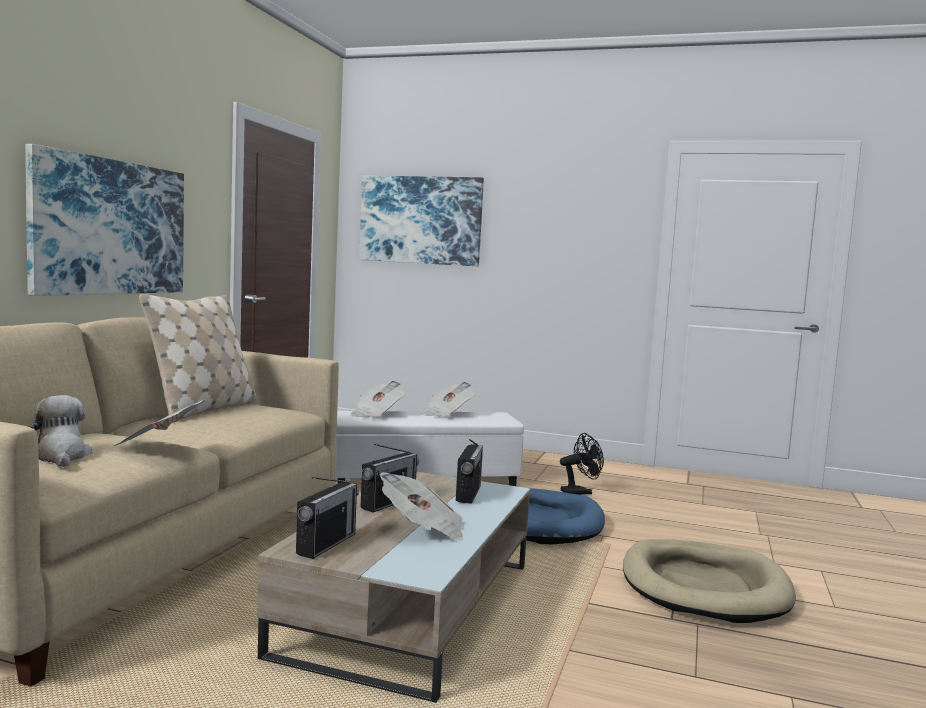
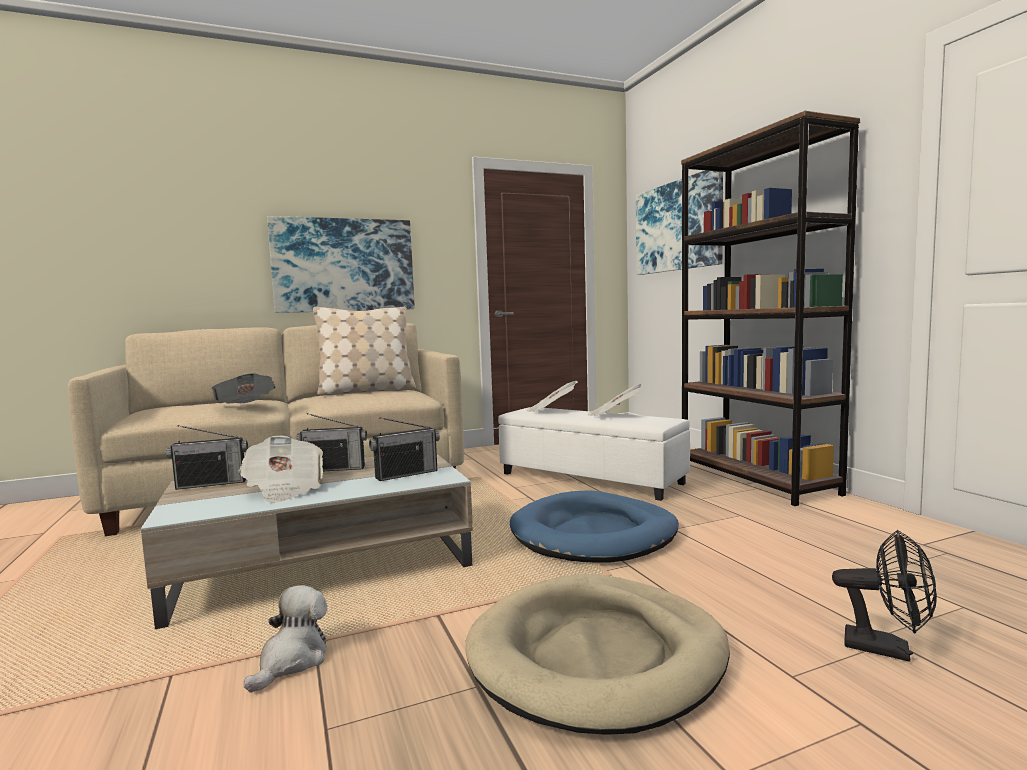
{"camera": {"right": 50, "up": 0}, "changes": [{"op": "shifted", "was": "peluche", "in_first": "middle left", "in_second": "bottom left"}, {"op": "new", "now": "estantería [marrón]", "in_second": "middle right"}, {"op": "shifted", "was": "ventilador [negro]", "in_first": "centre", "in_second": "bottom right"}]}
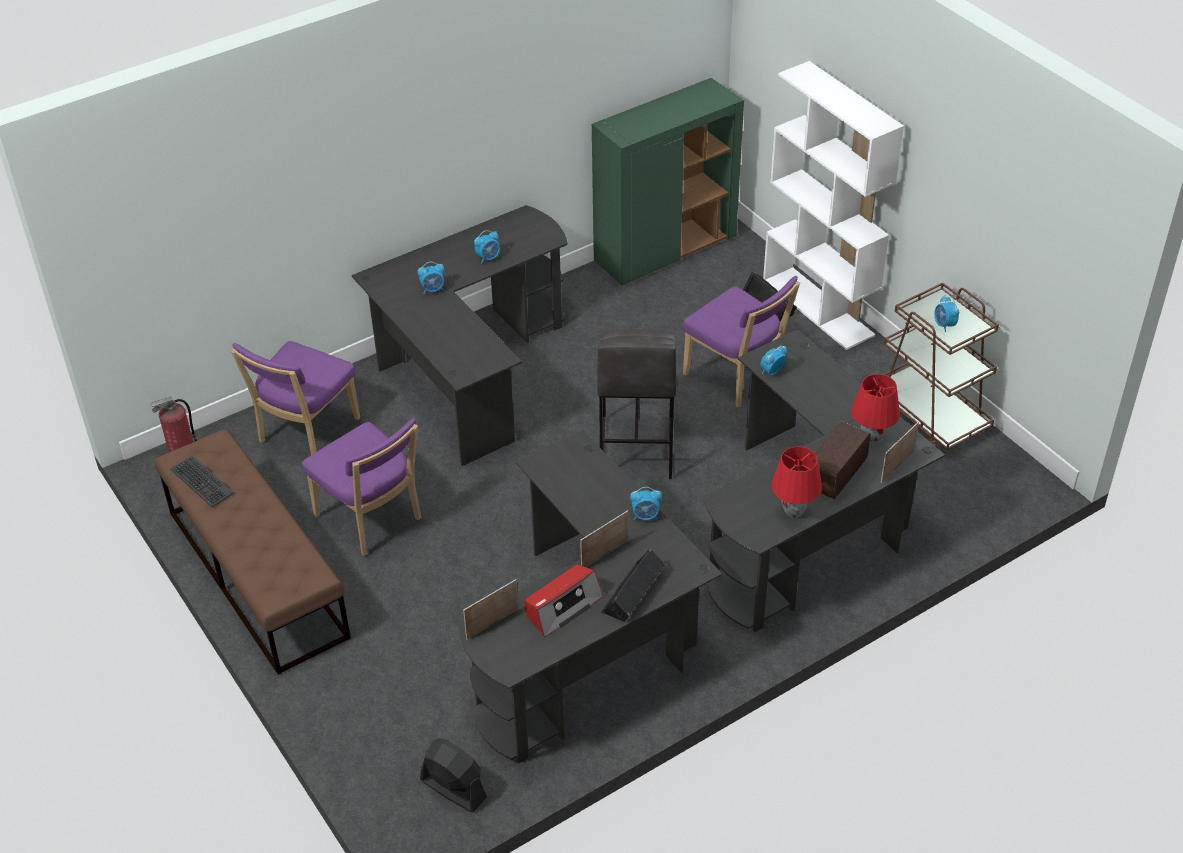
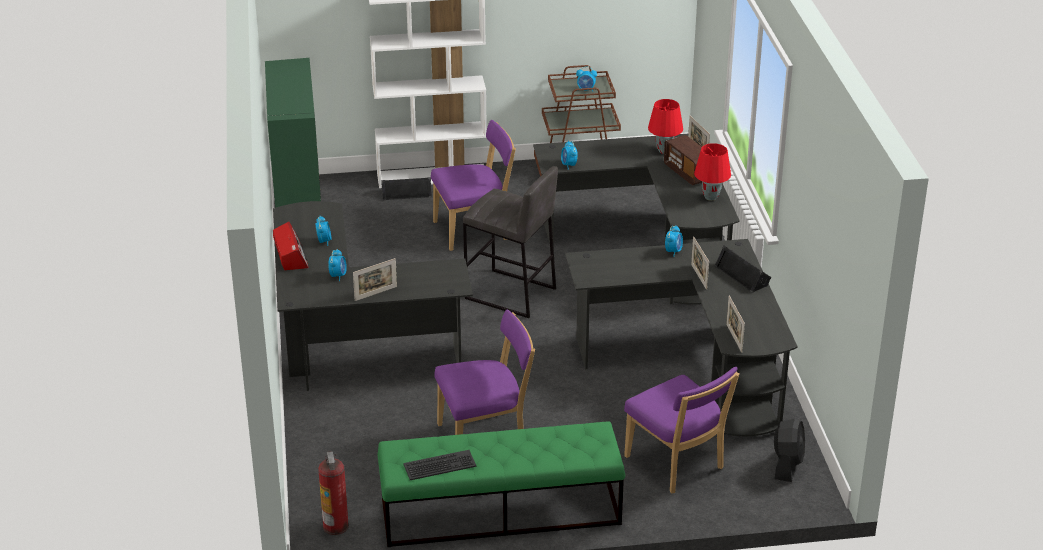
{"camera": {"right": -65, "up": -10}, "changes": [{"op": "shifted", "was": "radio (no. 1 from left)", "in_first": "bottom centre", "in_second": "middle left"}, {"op": "new", "now": "portarretratos (no. 1 from left)", "in_second": "centre"}, {"op": "repainted", "was": "banco [marrón]", "now": "banco [verde]", "in_first": "middle left", "in_second": "bottom centre"}, {"op": "shifted", "was": "silla [morado] (no. 1 from left in the first image)", "now": "silla [morado] (no. 3 from left)", "in_first": "middle left", "in_second": "bottom centre"}, {"op": "rotated", "was": "ventilador [negro]", "in_first": "bottom centre", "in_second": "bottom right", "clockwise": 135}]}
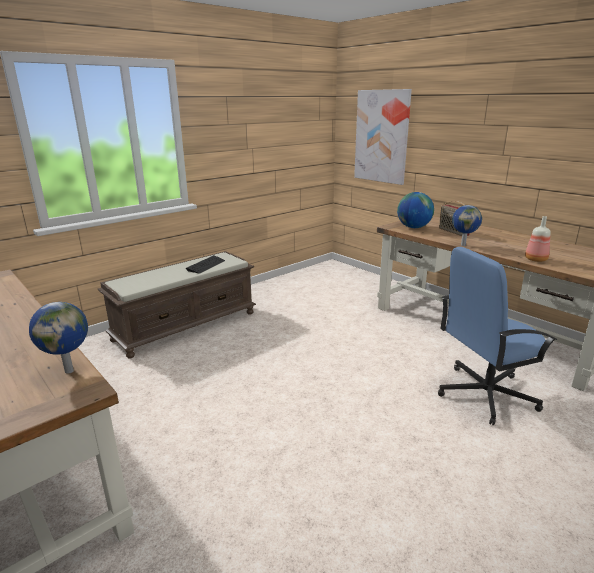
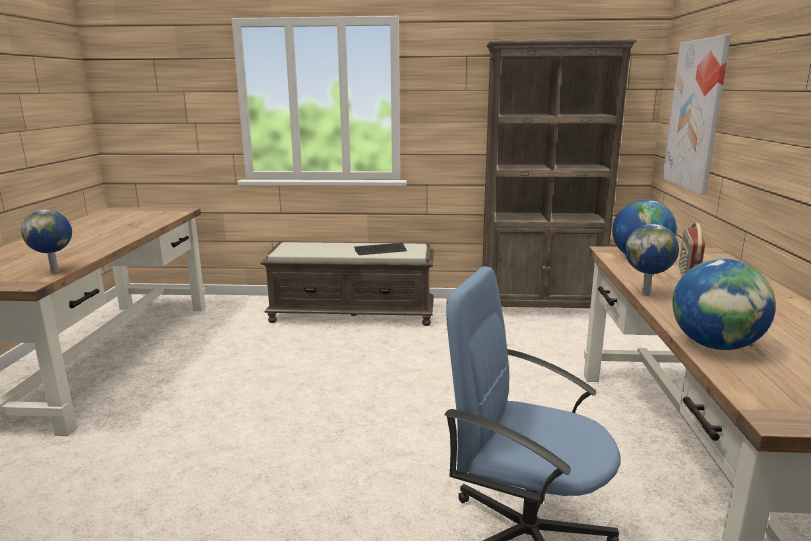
{"camera": {"right": 45, "up": -5}, "changes": [{"op": "new", "now": "estantería [marrón]", "in_second": "top right"}, {"op": "swapped", "was": "botella", "now": "globo terráqueo (no. 4 from left)", "in_first": "middle right", "in_second": "middle right"}]}
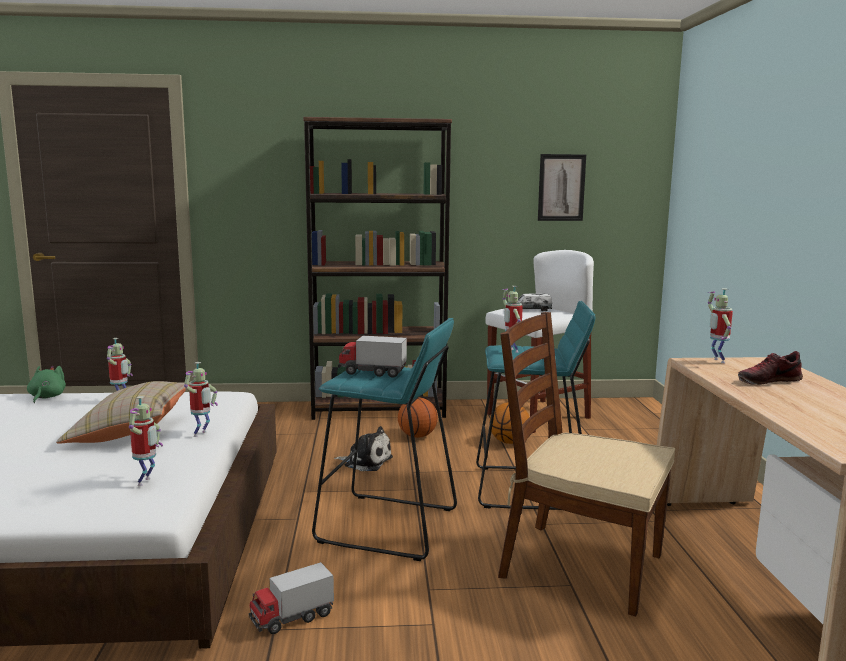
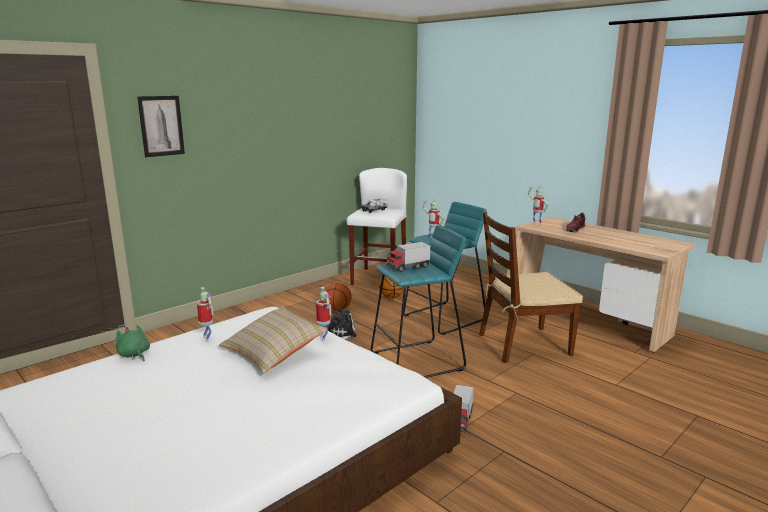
{"camera": {"right": -40, "up": 5}, "changes": [{"op": "shifted", "was": "cuadro", "in_first": "top centre", "in_second": "top left"}, {"op": "gone", "was": "robot de juguete (no. 2 from left)", "in_first": "bottom left"}, {"op": "gone", "was": "estantería [marrón]", "in_first": "centre"}]}
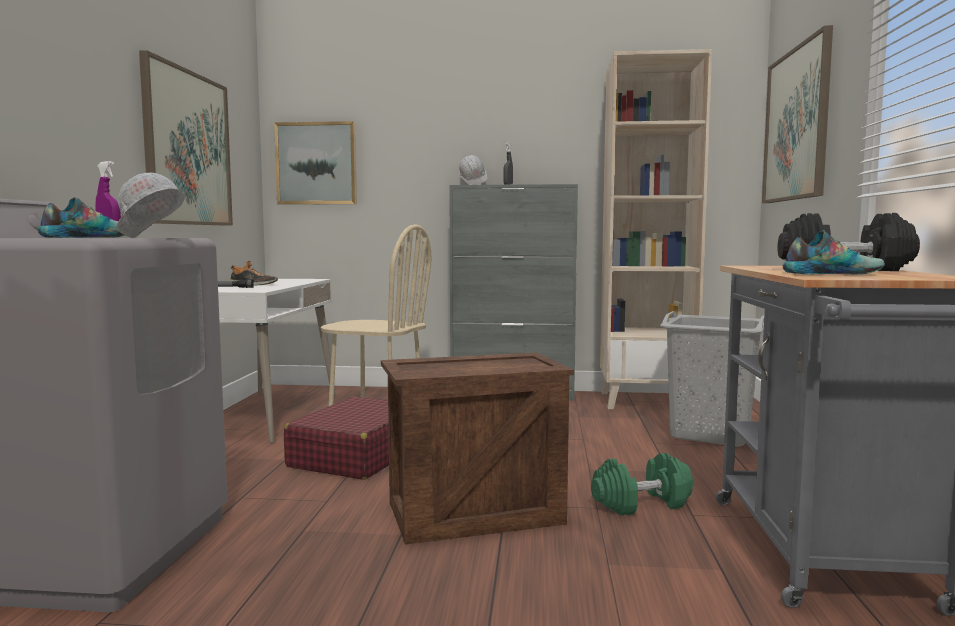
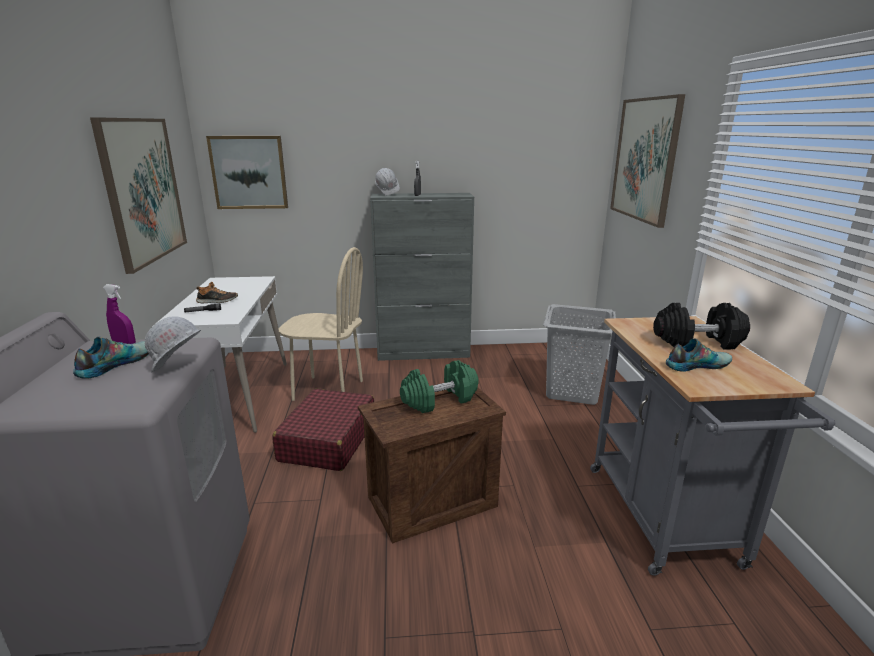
{"camera": {"right": -10, "up": 15}, "changes": [{"op": "shifted", "was": "mancuerna [verde]", "in_first": "bottom right", "in_second": "centre"}, {"op": "gone", "was": "estantería [beis]", "in_first": "middle right"}]}
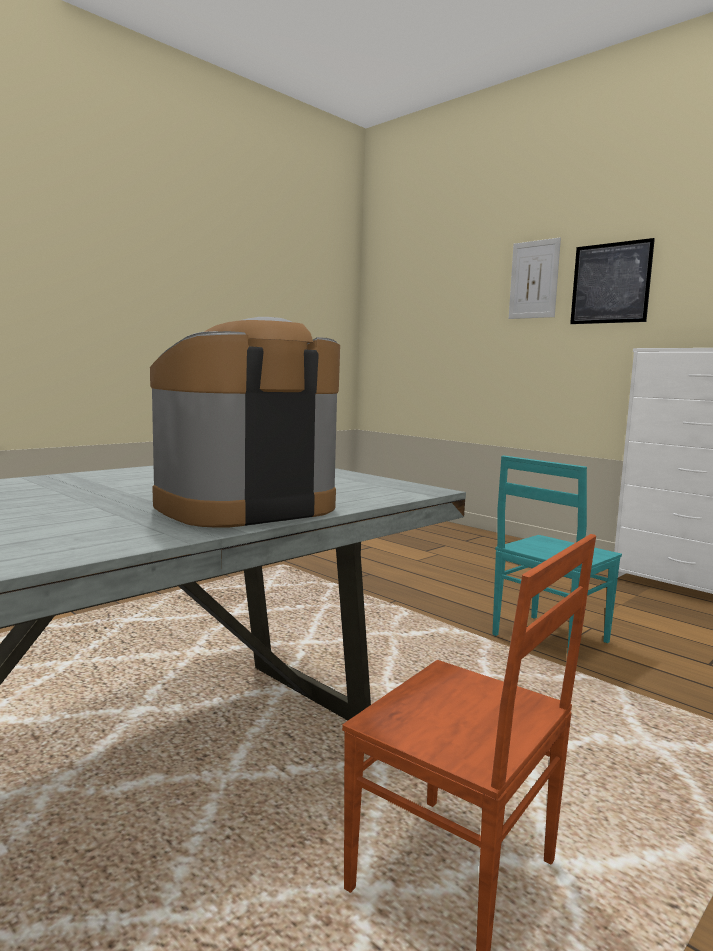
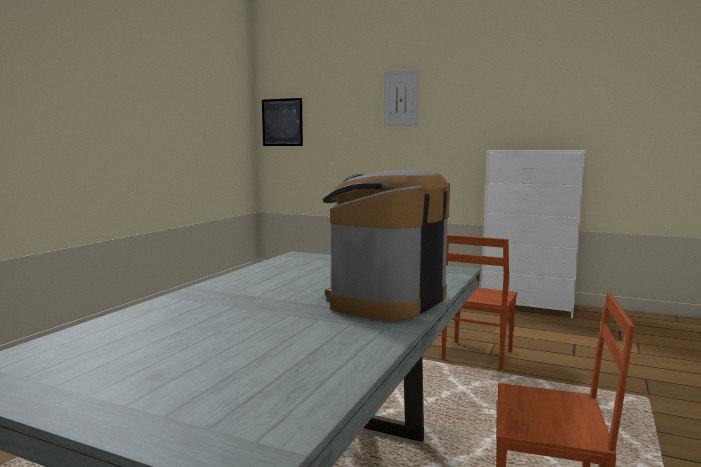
{"camera": {"right": -20, "up": 0}, "changes": [{"op": "shifted", "was": "cuadro (no. 2 from left in the first image)", "now": "cuadro (no. 1 from left)", "in_first": "top right", "in_second": "top centre"}, {"op": "repainted", "was": "silla [turquesa]", "now": "silla [marrón] (no. 1 from left)", "in_first": "middle right", "in_second": "middle right"}]}
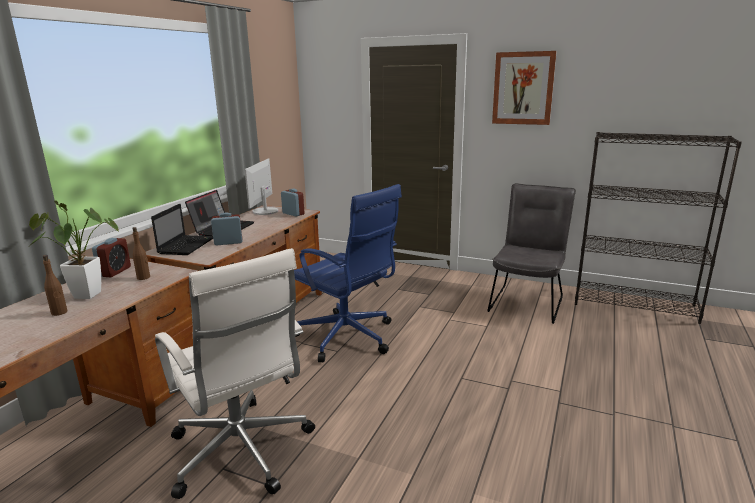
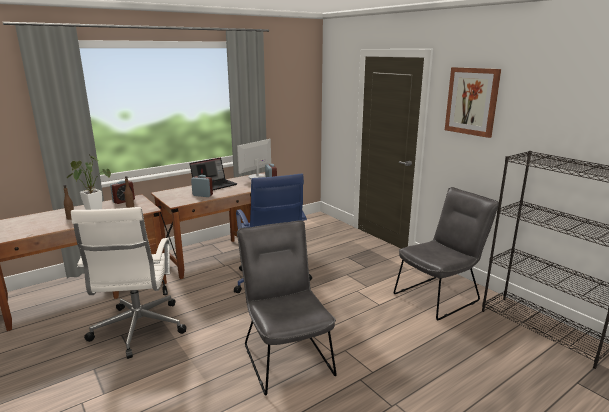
{"camera": {"right": 30, "up": 0}, "changes": [{"op": "new", "now": "silla [gris] (no. 1 from left)", "in_second": "bottom centre"}, {"op": "gone", "was": "portátil (no. 1 from left)", "in_first": "middle left"}]}
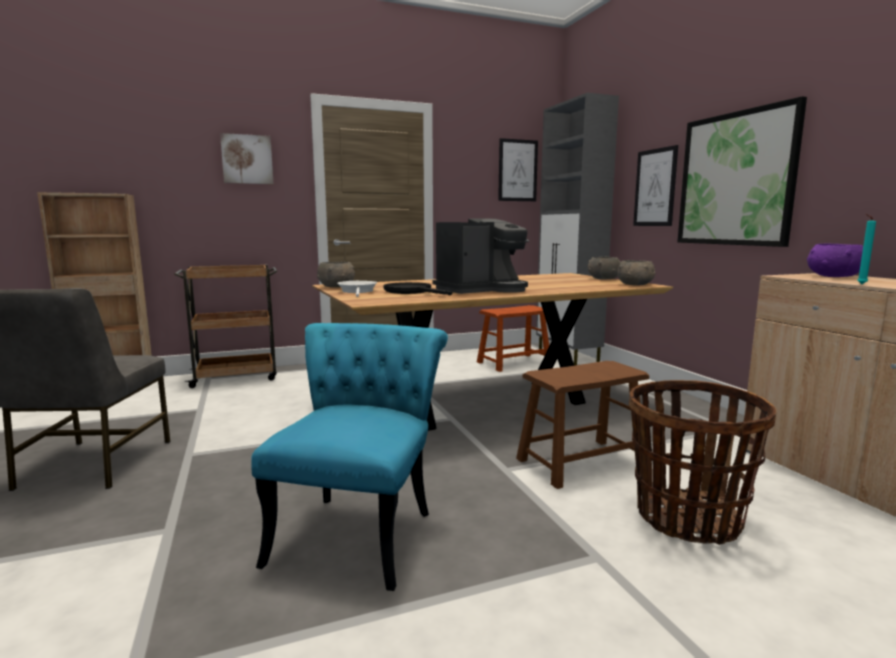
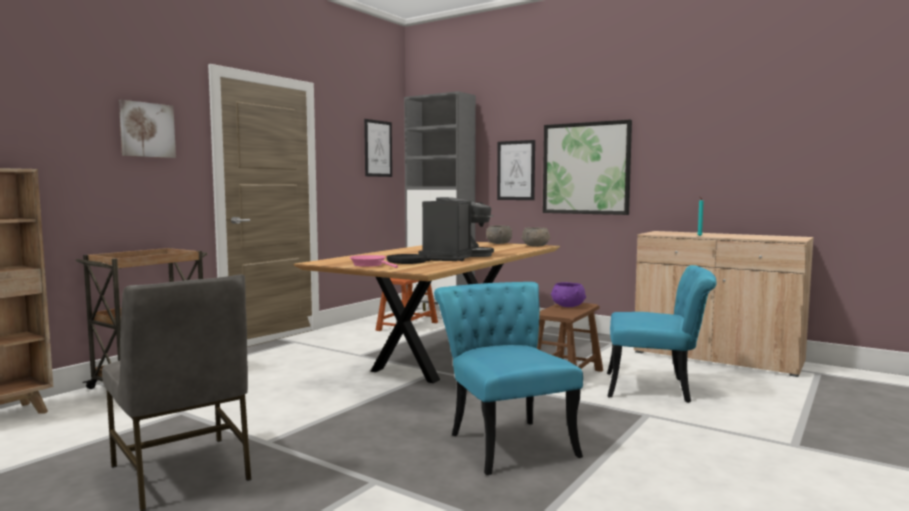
{"camera": {"right": -35, "up": -5}, "changes": [{"op": "repainted", "was": "sartén [blanco]", "now": "sartén [rosa]", "in_first": "centre", "in_second": "centre"}, {"op": "shifted", "was": "cuenco [morado]", "in_first": "middle right", "in_second": "centre"}, {"op": "swapped", "was": "cesta", "now": "silla [turquesa] (no. 2 from left)", "in_first": "bottom right", "in_second": "middle right"}, {"op": "gone", "was": "cuenco [gris] (no. 1 from left)", "in_first": "centre"}]}
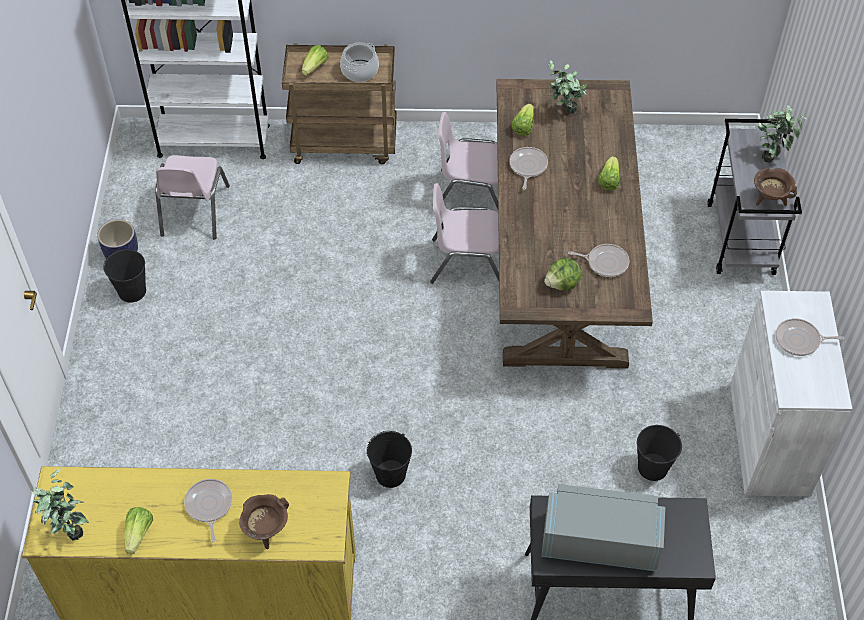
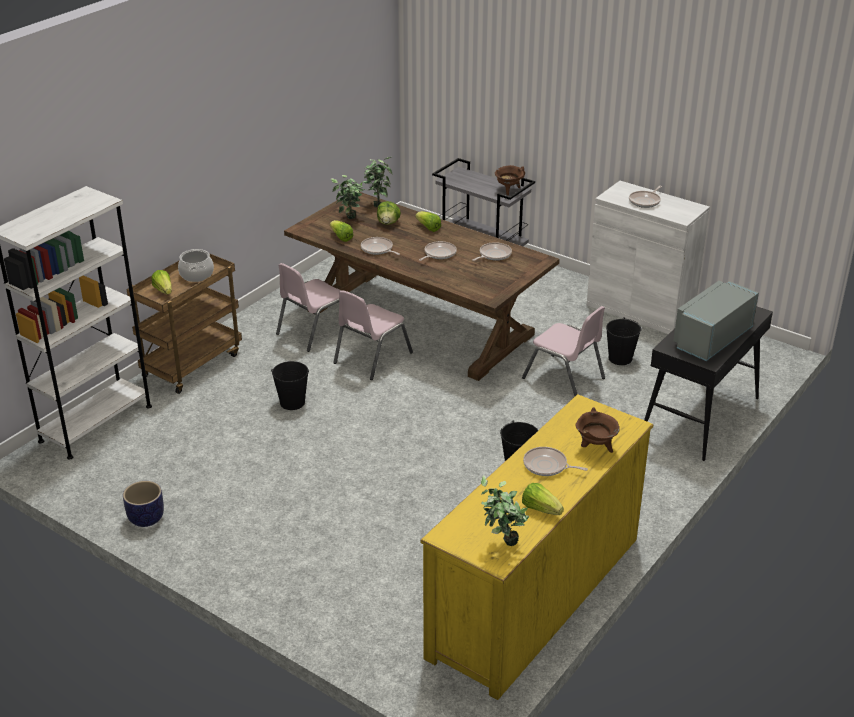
{"camera": {"right": -55, "up": -20}, "changes": [{"op": "shifted", "was": "cubo [negro] (no. 1 from left)", "in_first": "middle left", "in_second": "centre"}, {"op": "shifted", "was": "planta en maceta (no. 3 from left in the first image)", "now": "planta en maceta (no. 2 from left)", "in_first": "top right", "in_second": "top centre"}, {"op": "shifted", "was": "lechuga (no. 4 from left in the first image)", "now": "lechuga (no. 3 from left)", "in_first": "centre", "in_second": "top centre"}, {"op": "new", "now": "sartén (no. 2 from left)", "in_second": "centre"}, {"op": "shifted", "was": "silla [rosa] (no. 1 from left in the first image)", "now": "silla [rosa] (no. 3 from left)", "in_first": "top left", "in_second": "centre"}]}
